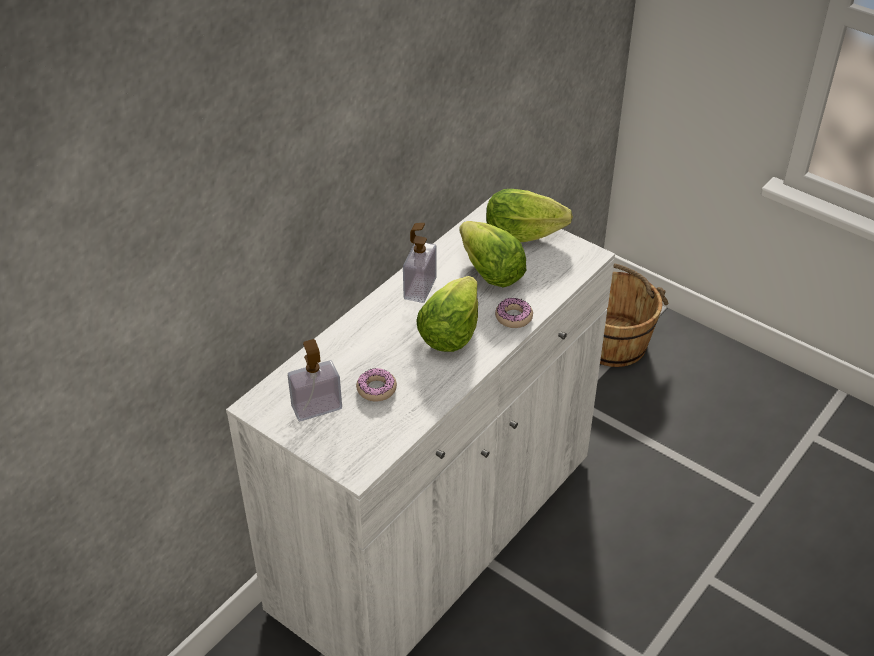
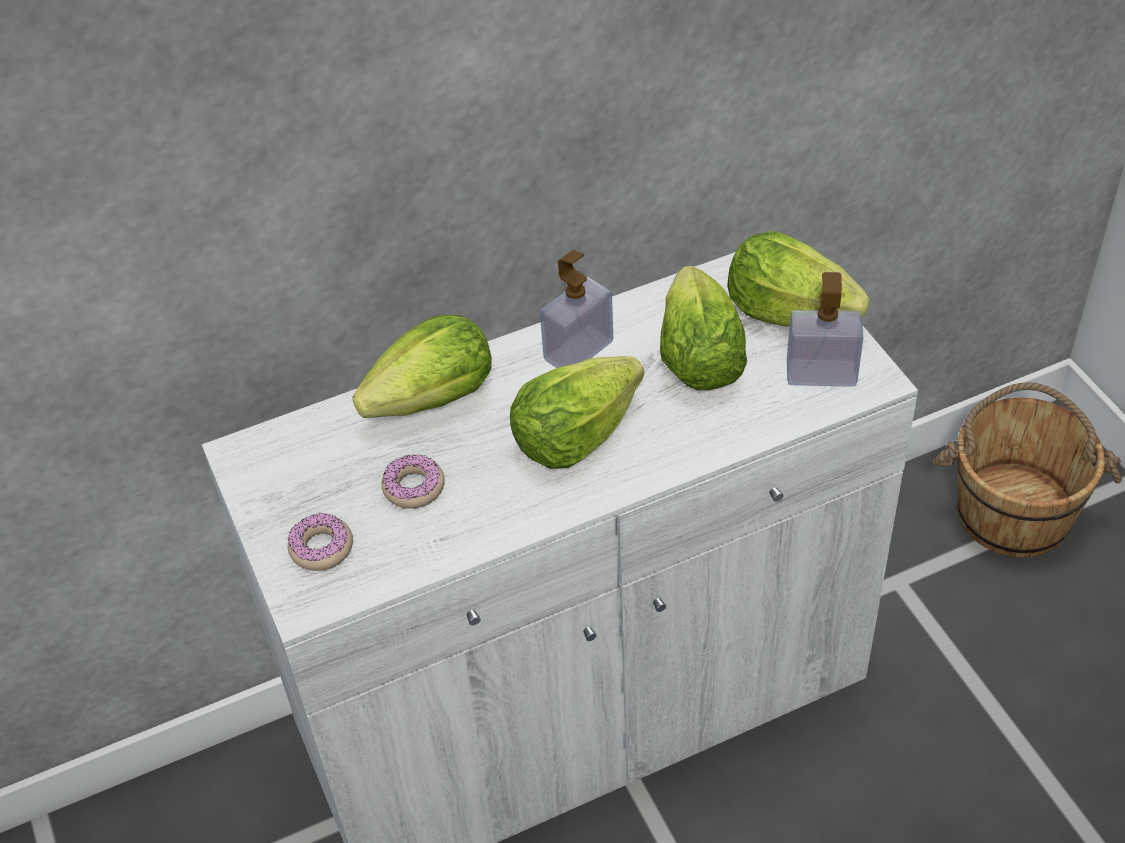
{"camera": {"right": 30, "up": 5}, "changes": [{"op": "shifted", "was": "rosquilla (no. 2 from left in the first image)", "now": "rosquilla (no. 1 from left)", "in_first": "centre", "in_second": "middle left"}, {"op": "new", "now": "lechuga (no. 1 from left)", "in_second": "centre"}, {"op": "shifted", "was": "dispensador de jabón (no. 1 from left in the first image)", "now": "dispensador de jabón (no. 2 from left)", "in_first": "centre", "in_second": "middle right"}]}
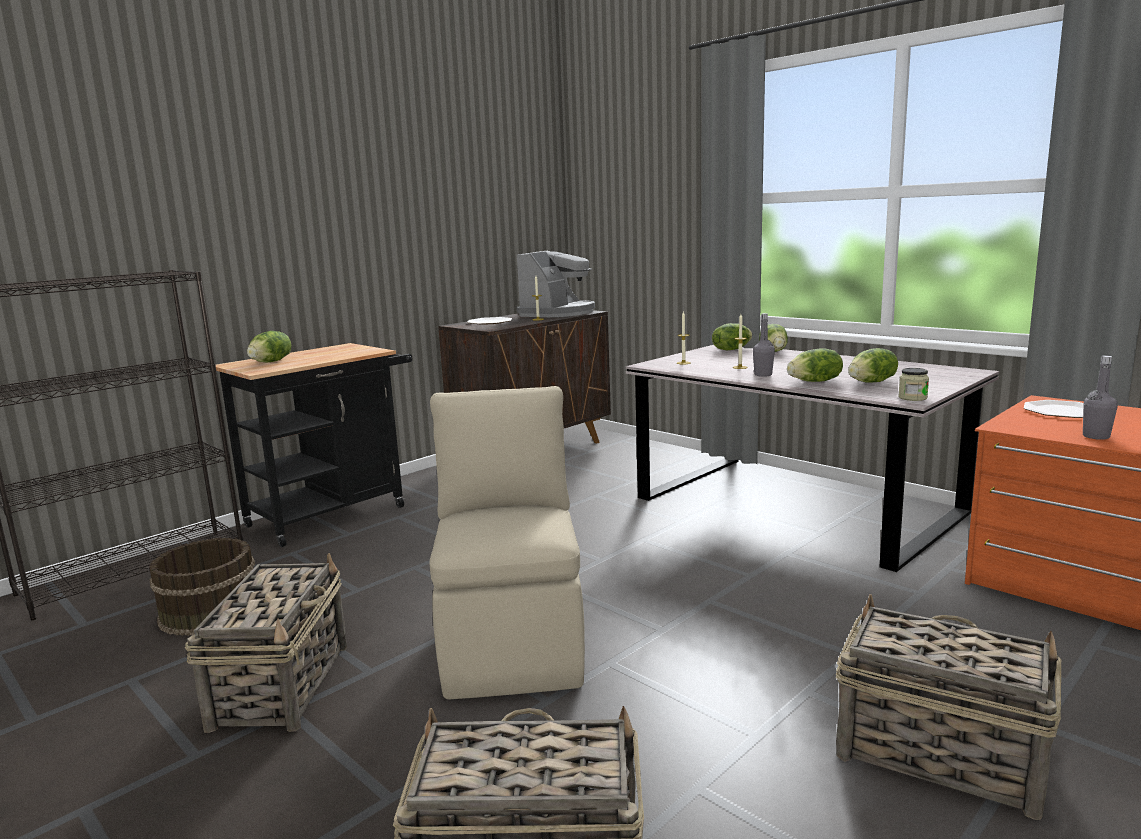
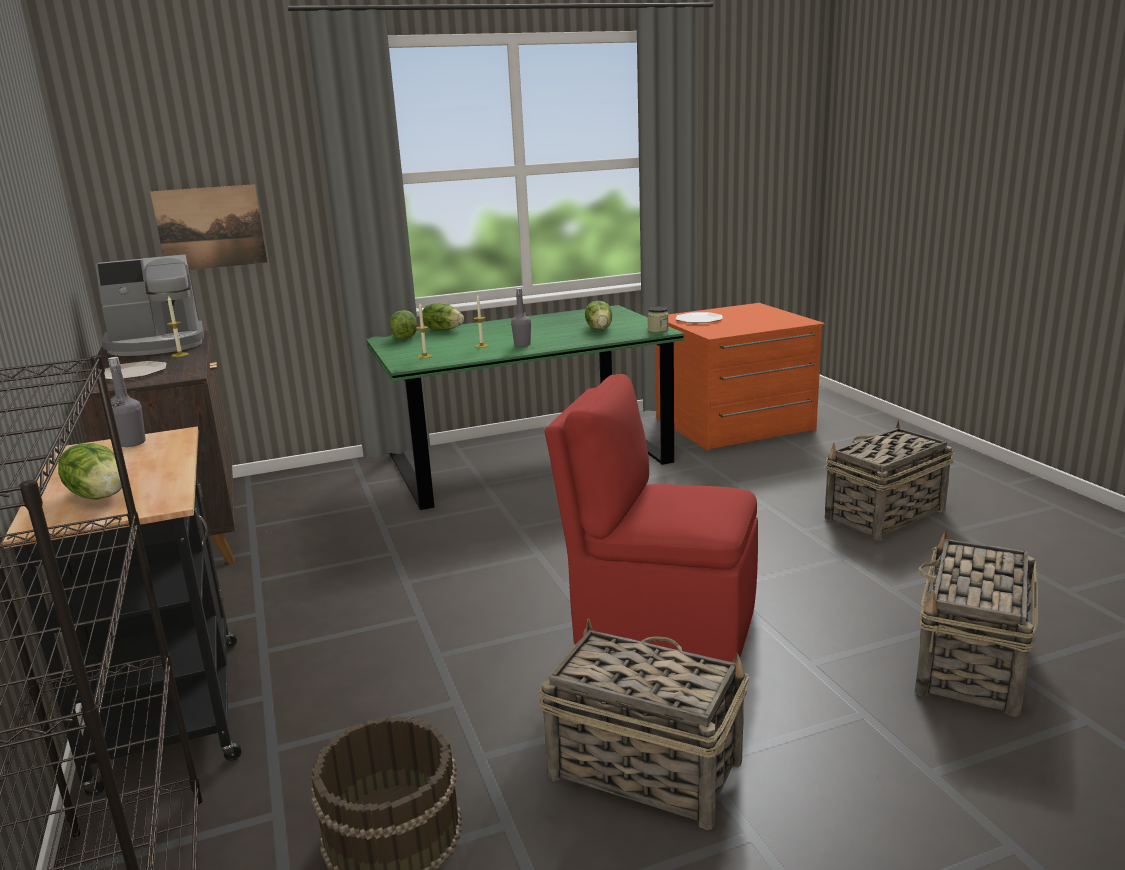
{"camera": {"right": -65, "up": 5}, "changes": [{"op": "rotated", "was": "cafetera", "in_first": "centre", "in_second": "middle left", "clockwise": 105}, {"op": "shifted", "was": "botella [gris] (no. 2 from left in the first image)", "now": "botella [gris] (no. 1 from left)", "in_first": "middle right", "in_second": "middle left"}, {"op": "new", "now": "cuadro", "in_second": "top left"}, {"op": "repainted", "was": "mesa de comedor [gris]", "now": "mesa de comedor [verde]", "in_first": "middle right", "in_second": "centre"}, {"op": "repainted", "was": "silla [beis]", "now": "silla [rojo]", "in_first": "centre", "in_second": "centre"}, {"op": "gone", "was": "lechuga (no. 4 from left)", "in_first": "middle right"}]}
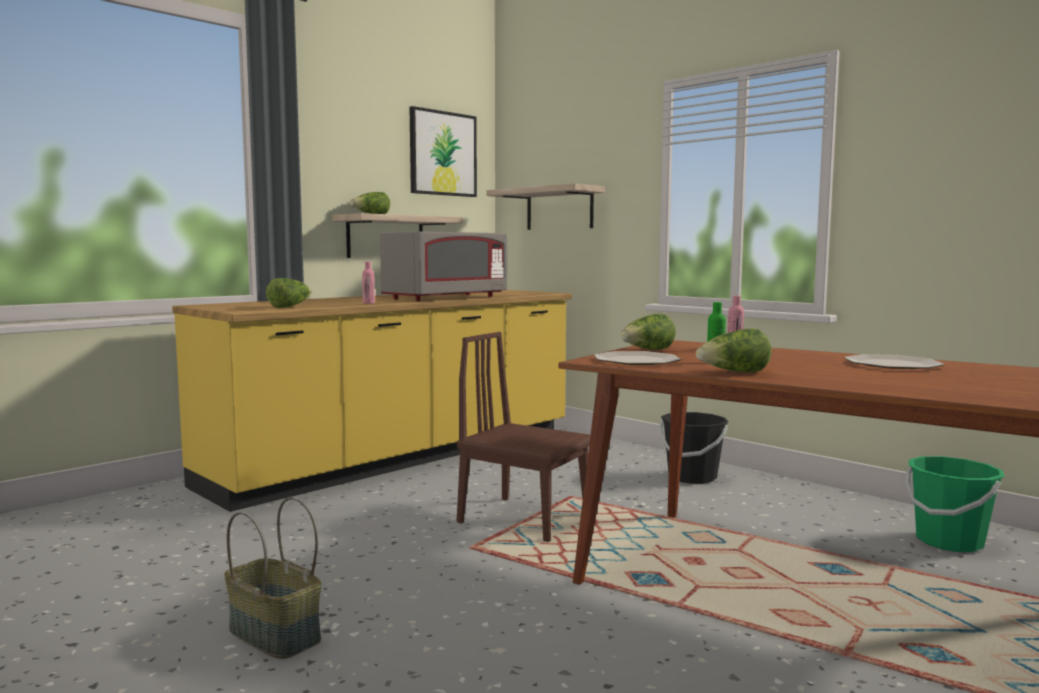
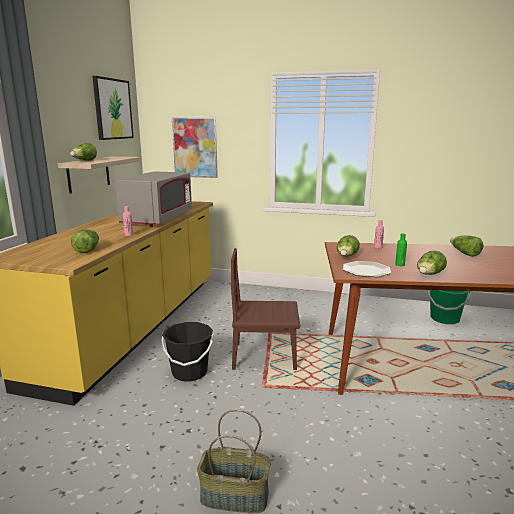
{"camera": {"right": -30, "up": 10}, "changes": [{"op": "shifted", "was": "cubo [negro]", "in_first": "middle right", "in_second": "bottom centre"}, {"op": "swapped", "was": "estante (no. 2 from left)", "now": "cuadro (no. 2 from left)", "in_first": "top centre", "in_second": "top centre"}, {"op": "swapped", "was": "plato (no. 2 from left)", "now": "lechuga (no. 5 from left)", "in_first": "middle right", "in_second": "middle right"}]}
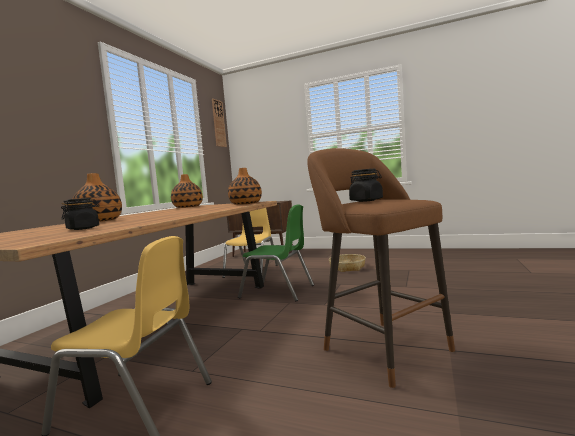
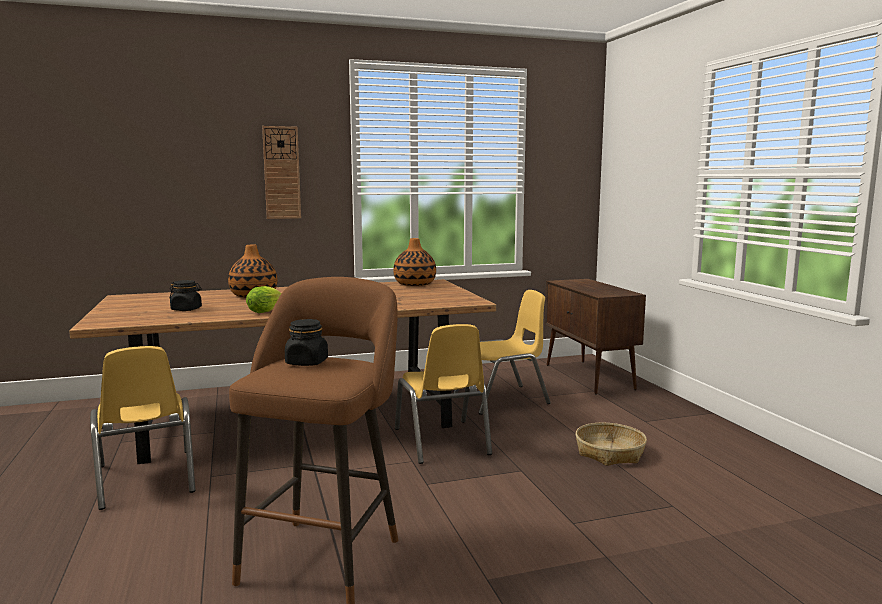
{"camera": {"right": 50, "up": 5}, "changes": [{"op": "new", "now": "lechuga", "in_second": "middle left"}, {"op": "shifted", "was": "reloj de pared", "in_first": "top centre", "in_second": "top left"}, {"op": "repainted", "was": "silla [verde]", "now": "silla [amarillo] (no. 2 from left)", "in_first": "centre", "in_second": "centre"}, {"op": "gone", "was": "florero (no. 3 from left)", "in_first": "centre"}]}
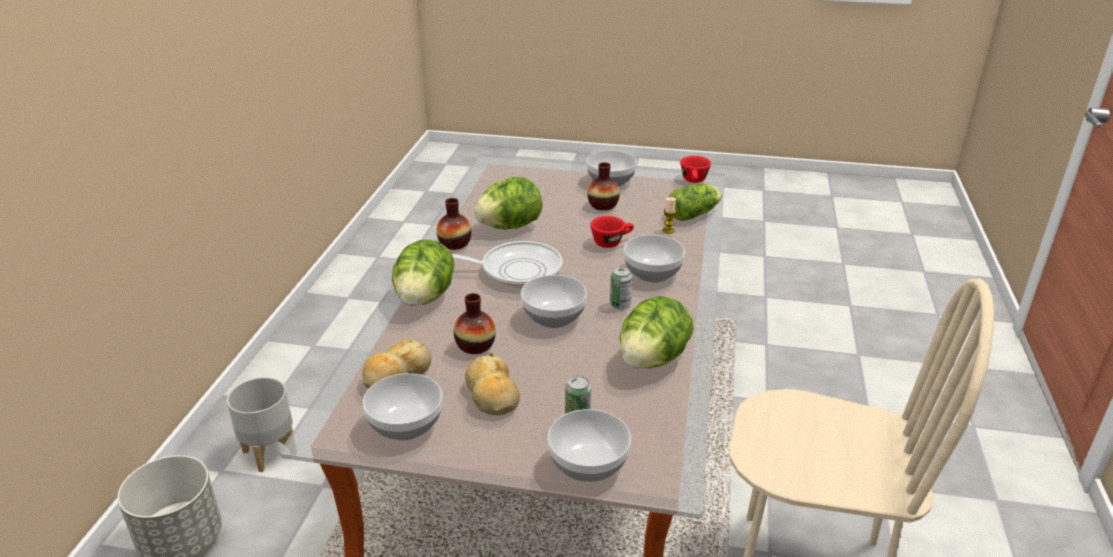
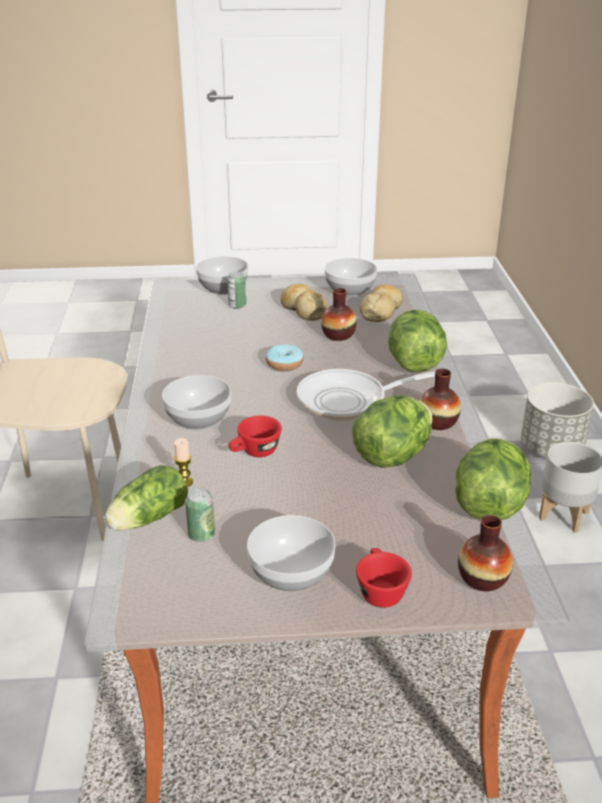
{"camera": {"right": 165, "up": 0}, "changes": [{"op": "shifted", "was": "lata (no. 2 from left in the first image)", "now": "lata (no. 1 from left)", "in_first": "centre", "in_second": "middle left"}, {"op": "swapped", "was": "cuenco (no. 2 from left)", "now": "rosquilla", "in_first": "centre", "in_second": "centre"}, {"op": "shifted", "was": "taza [rojo] (no. 2 from left)", "in_first": "top centre", "in_second": "bottom centre"}, {"op": "shifted", "was": "lechuga (no. 3 from left in the first image)", "now": "lechuga (no. 4 from left)", "in_first": "centre", "in_second": "middle right"}, {"op": "shifted", "was": "florero (no. 3 from left)", "in_first": "centre", "in_second": "bottom right"}]}
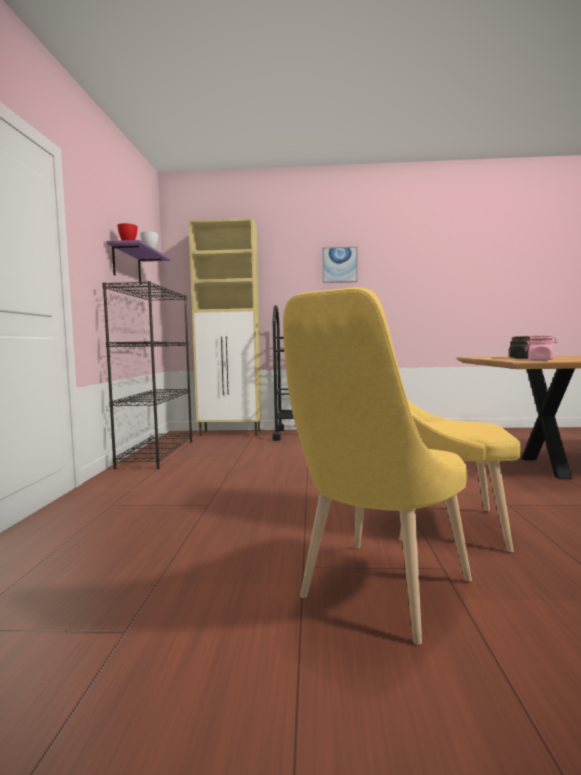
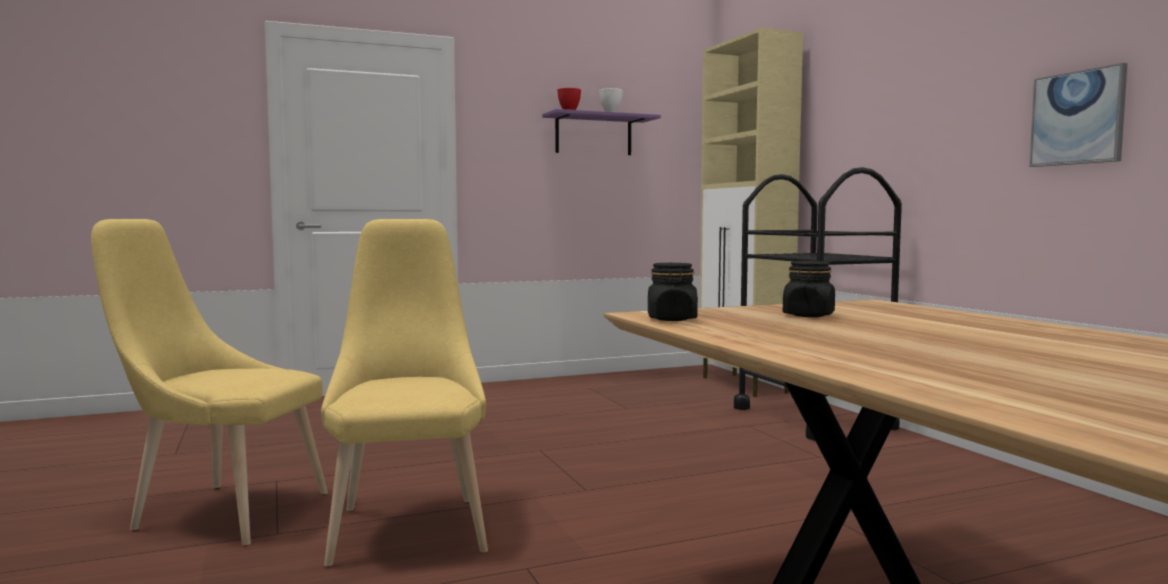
{"camera": {"right": 65, "up": 0}, "changes": [{"op": "repainted", "was": "tarro [rosa]", "now": "tarro [negro] (no. 1 from left)", "in_first": "middle right", "in_second": "centre"}, {"op": "shifted", "was": "cuadro", "in_first": "centre", "in_second": "top right"}, {"op": "gone", "was": "estantería [negro]", "in_first": "middle left"}]}
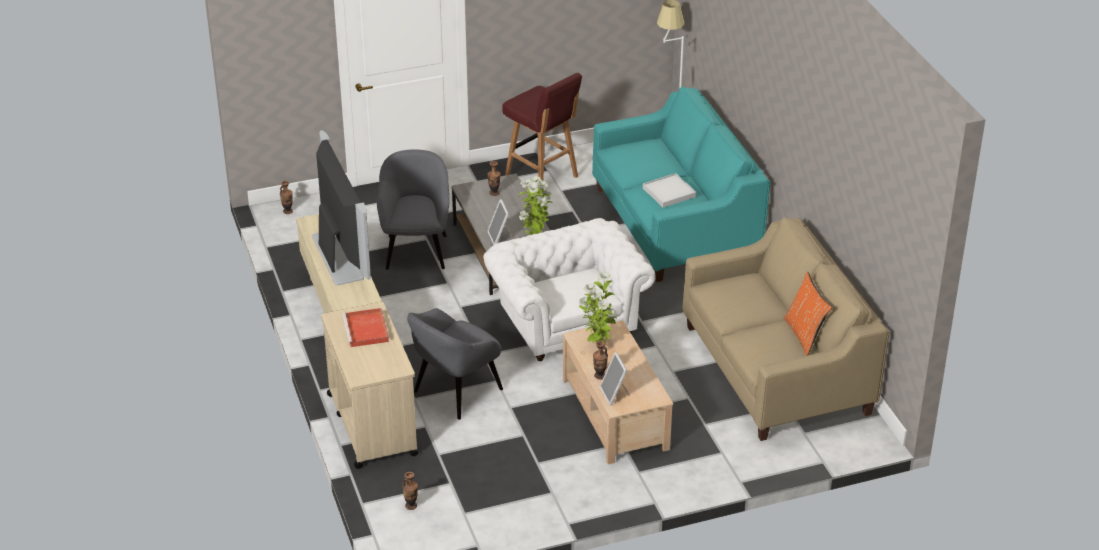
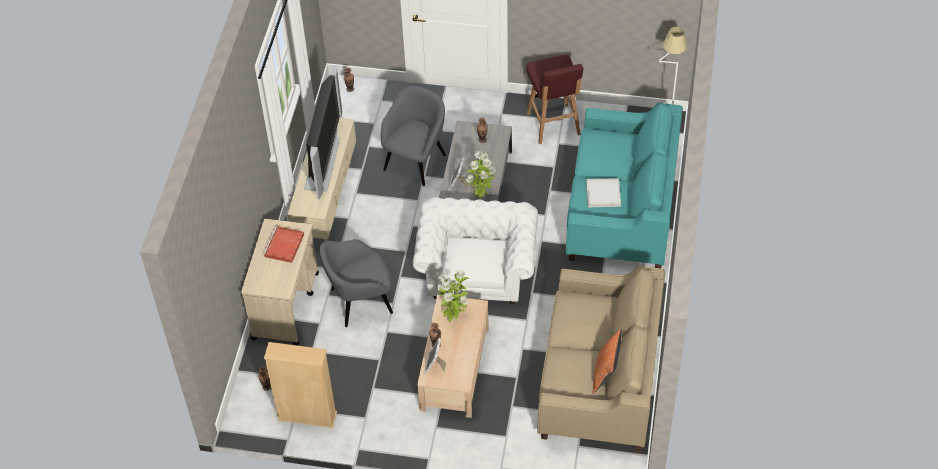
{"camera": {"right": 30, "up": 15}, "changes": [{"op": "new", "now": "estantería [beis]", "in_second": "bottom left"}]}
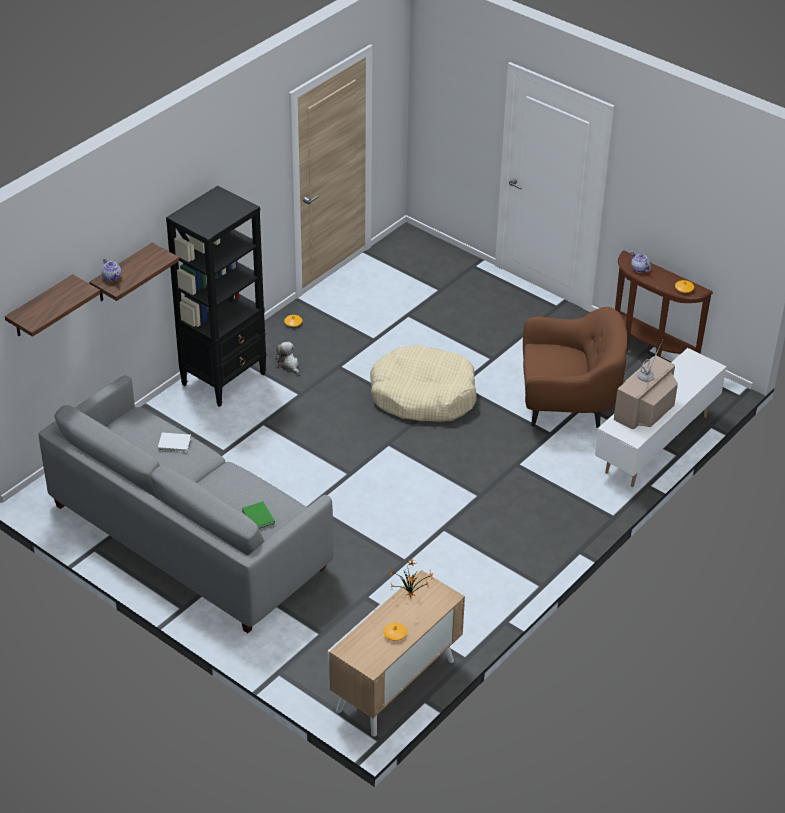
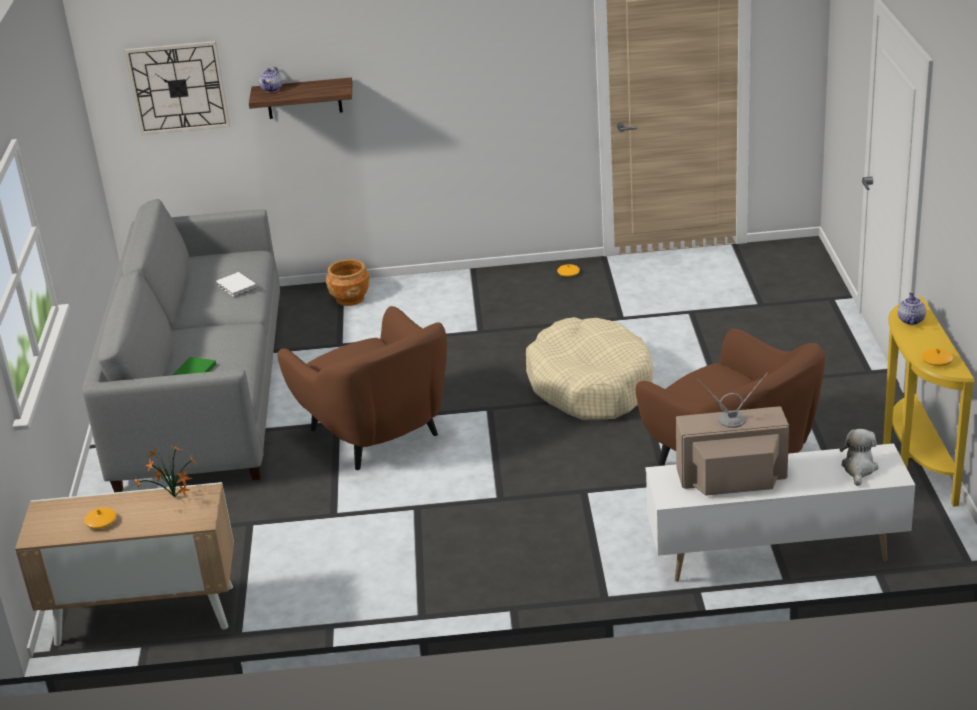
{"camera": {"right": 50, "up": -10}, "changes": [{"op": "swapped", "was": "estante (no. 1 from left)", "now": "reloj de pared", "in_first": "middle left", "in_second": "top left"}, {"op": "new", "now": "sillón [marrón] (no. 1 from left)", "in_second": "centre"}, {"op": "new", "now": "maceta [marrón]", "in_second": "centre"}, {"op": "shifted", "was": "peluche", "in_first": "centre", "in_second": "middle right"}, {"op": "repainted", "was": "mesa consola [marrón]", "now": "mesa consola [amarillo]", "in_first": "middle right", "in_second": "middle right"}, {"op": "gone", "was": "estantería [negro]", "in_first": "middle left"}]}
